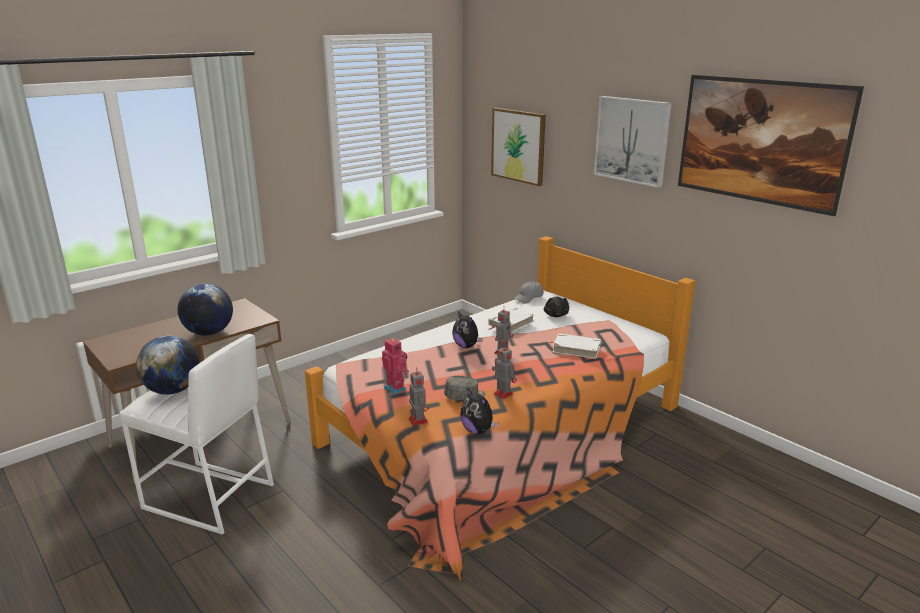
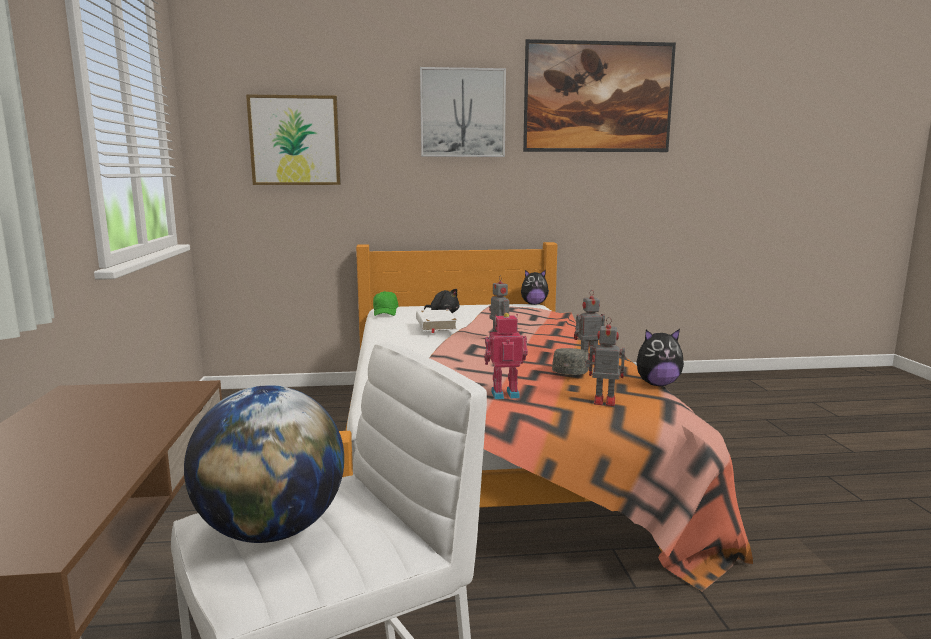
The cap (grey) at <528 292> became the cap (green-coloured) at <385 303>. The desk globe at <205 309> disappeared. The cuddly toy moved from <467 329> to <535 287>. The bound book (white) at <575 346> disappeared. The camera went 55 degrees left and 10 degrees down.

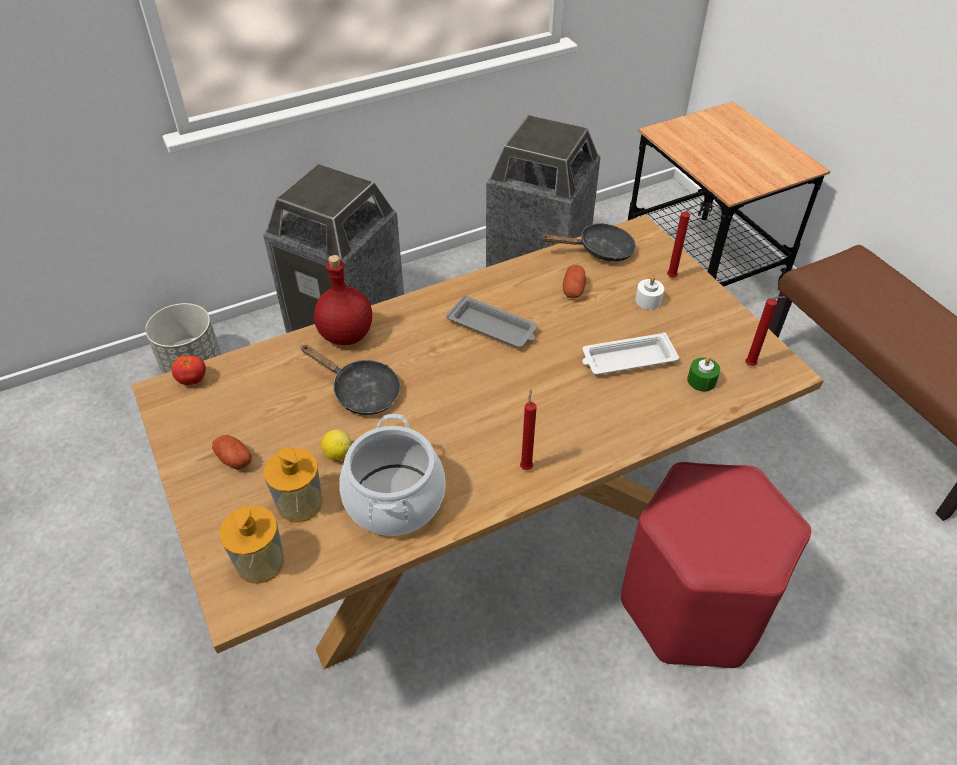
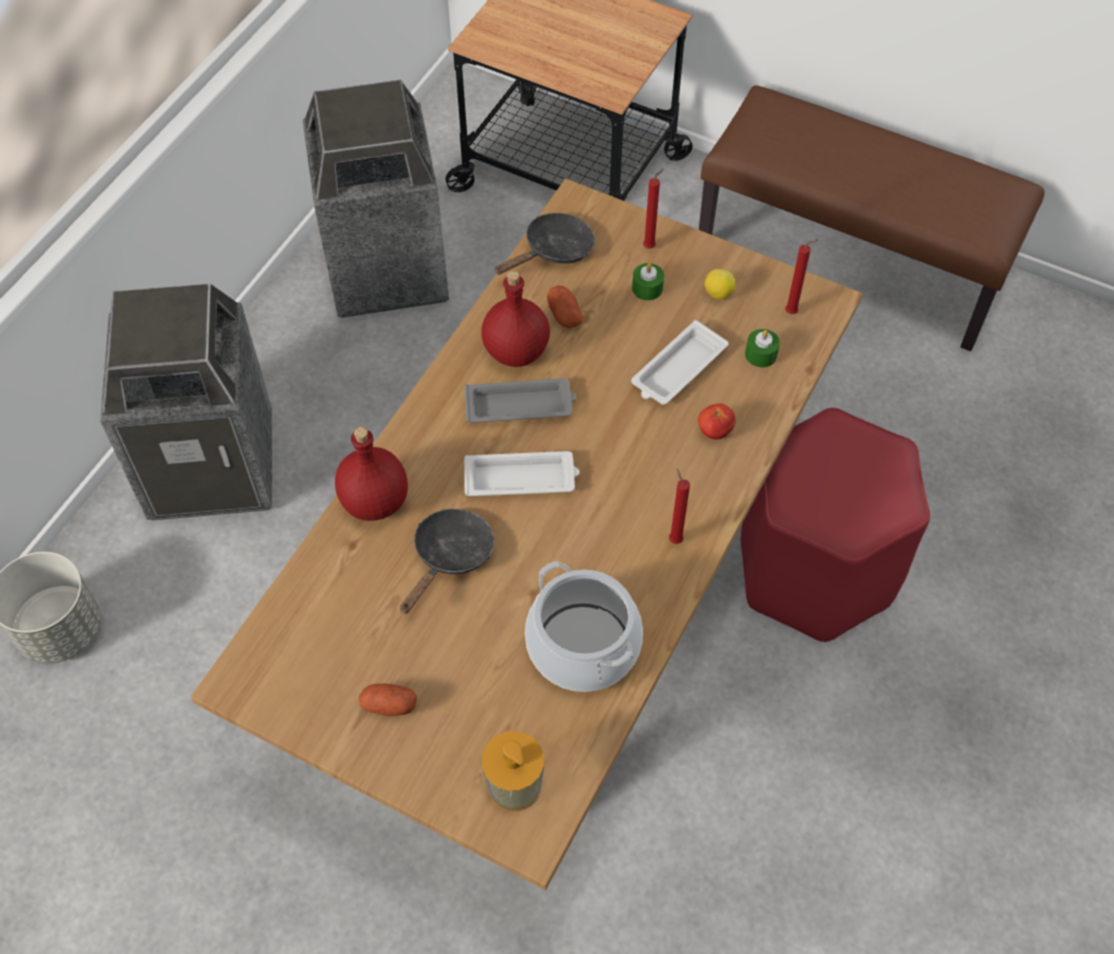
The wax candle (white) at <649 292> became the wax candle (green-coloured) at <648 281>. The pan (black) at <350 380> turned 60 degrees counterclockwise. The fresh tomato moved from <189 370> to <716 422>. The whole lemon moved from <336 444> to <720 284>. The soap dispenser at <293 484> disappeared. The drink bottle (reddish) at <515 319> appeared. The tray (white) at <521 473> appeared. The camera went 35 degrees left and 10 degrees up.

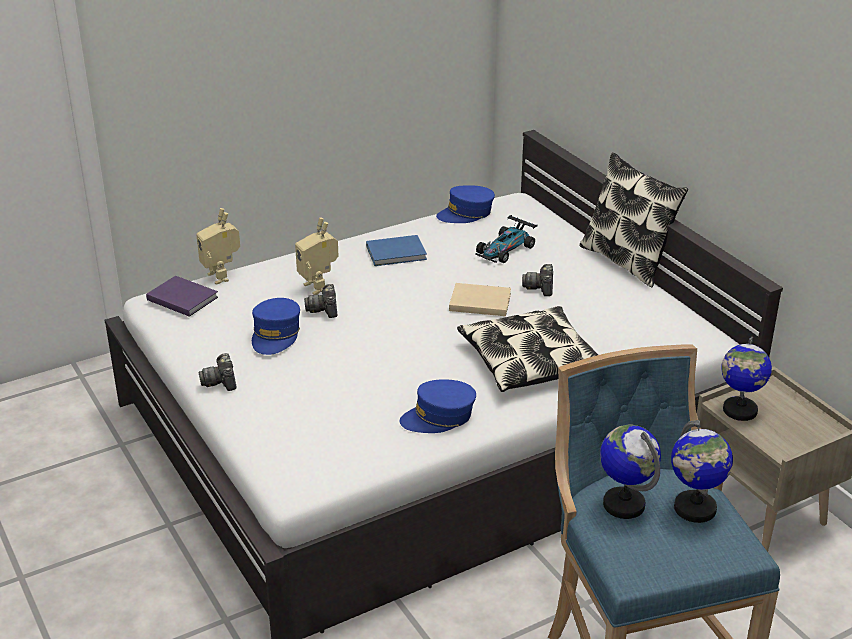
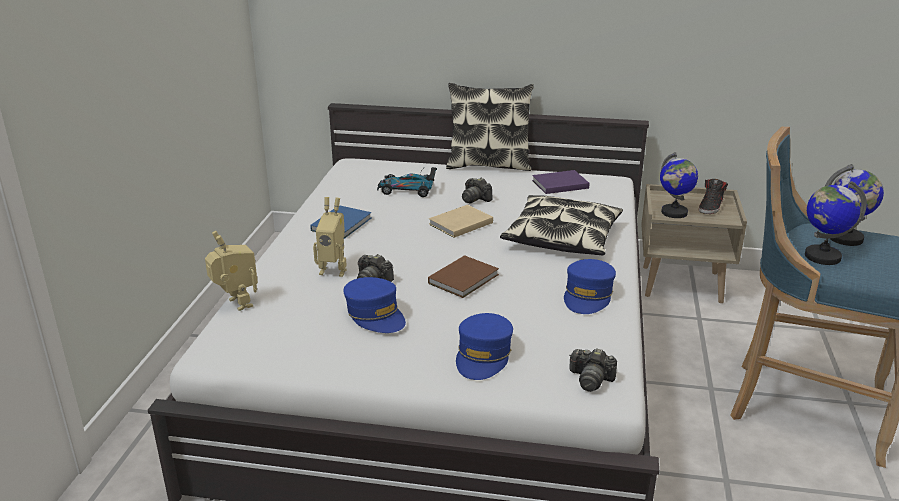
The cap (blue) moved from <465 204> to <484 346>. The robot figure at <218 246> turned 135 degrees counterclockwise. The miniature car at <506 239> turned 105 degrees clockwise. The bound book (purplish) moved from <182 296> to <561 182>. The still camera moved from <217 372> to <593 370>. The item of footwear (black) at <713 196> appeared. The bound book (brown-coloured) at <463 276> appeared. The camera went 50 degrees left and 5 degrees down.

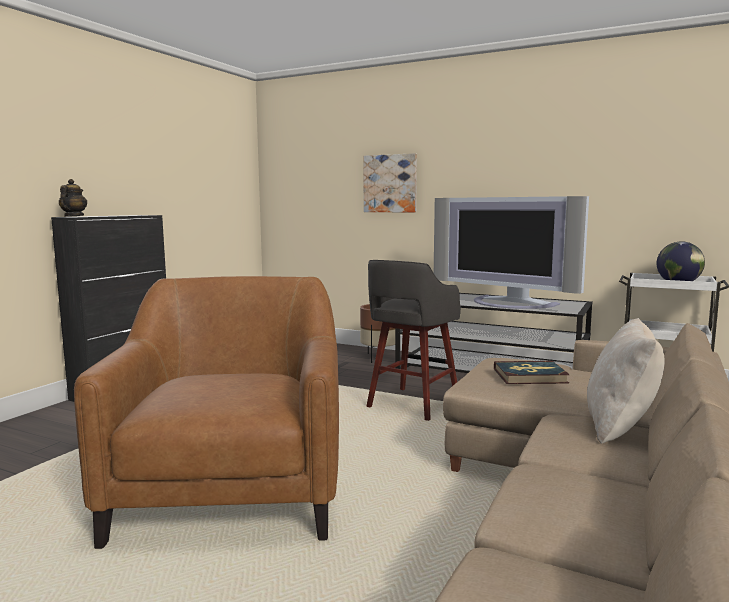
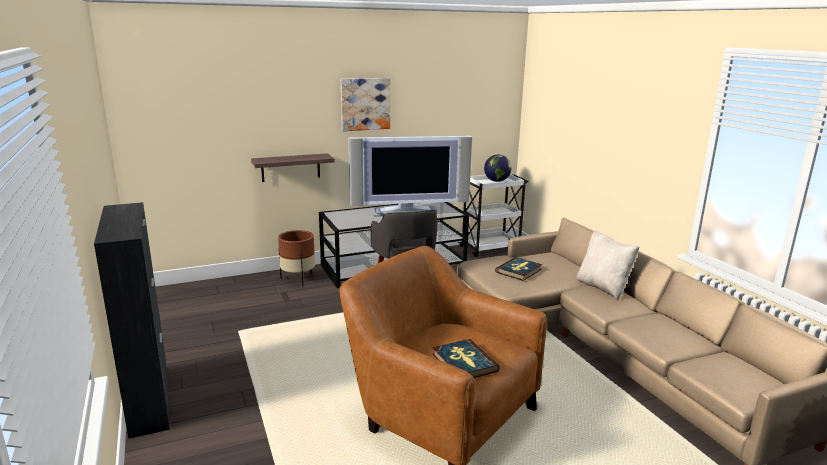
The wall picture moved from <390 182> to <365 104>. The pot for tea at <73 198> disappeared. The shelf at <292 167> appeared. The bound book at <466 358> appeared. The camera went 50 degrees left and 10 degrees up.

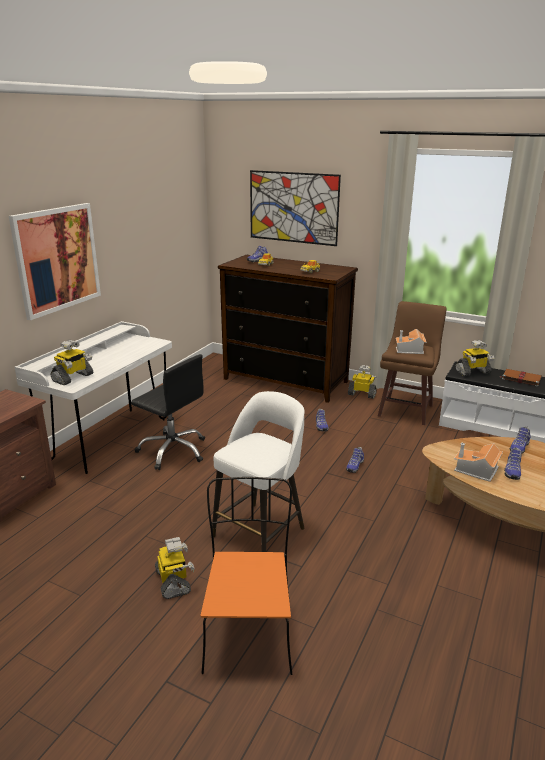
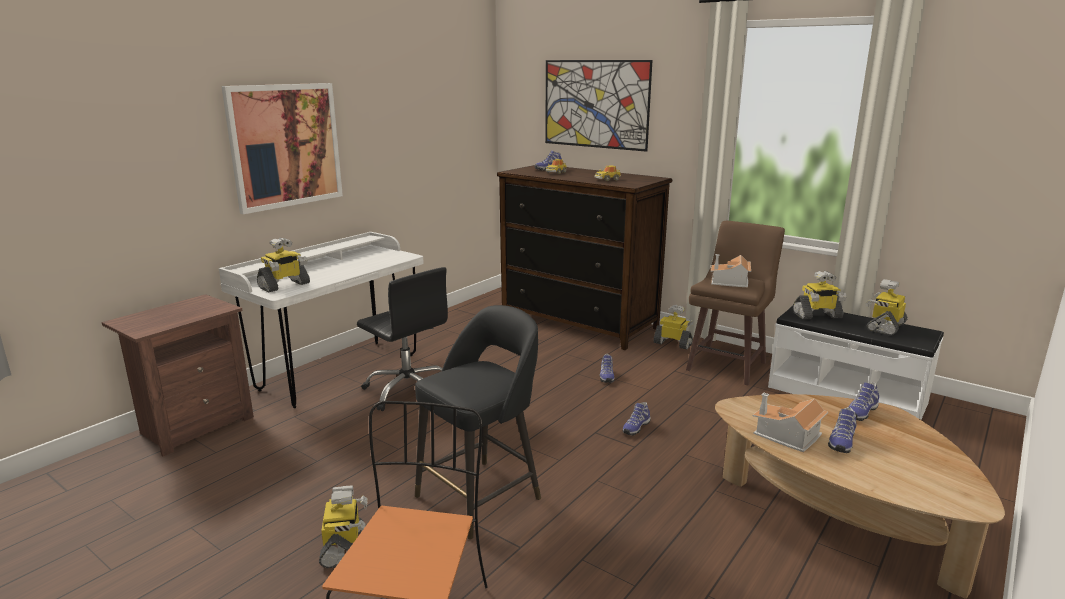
The bound book (brown-coloured) at <521 378> was replaced by the robot figure at <886 307>. The stool (white) at <258 471> became the stool (black) at <478 422>. The camera went 10 degrees right and 5 degrees down.

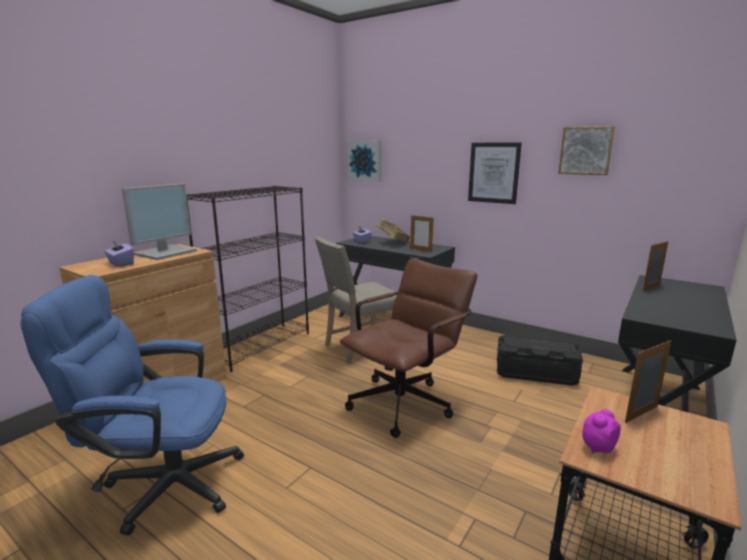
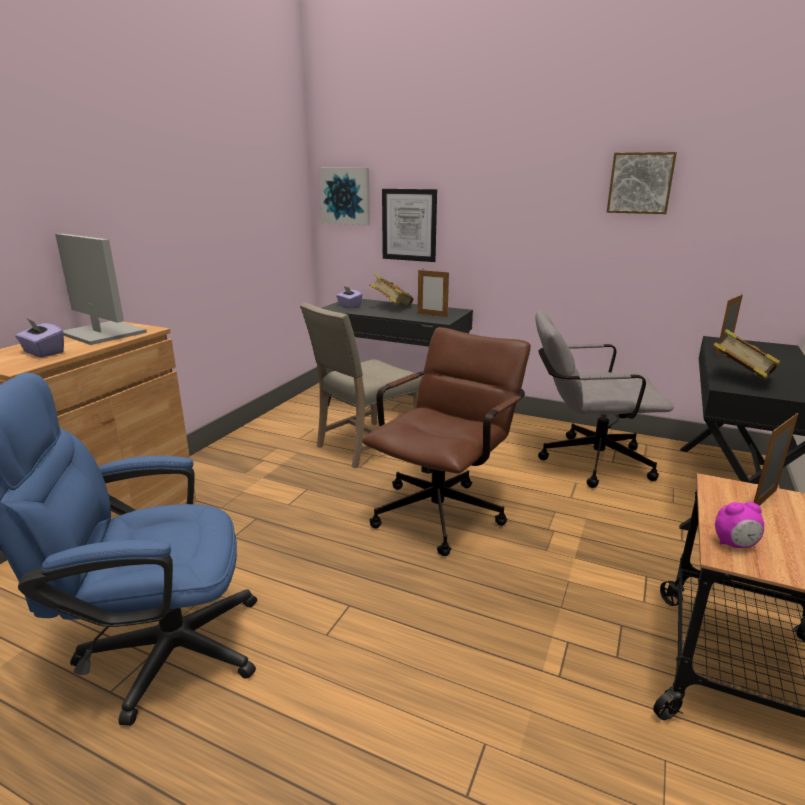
The wall picture moved from <495 173> to <409 225>. The computer screen at <159 222> turned 75 degrees counterclockwise. The bookshelf (black) at <247 279> disappeared. The storage bin (black) at <540 360> was replaced by the desk chair (grey) at <604 399>. The table clock at <601 431> turned 135 degrees counterclockwise. The bound book at <746 354> appeared. The camera went 10 degrees left and 5 degrees up.

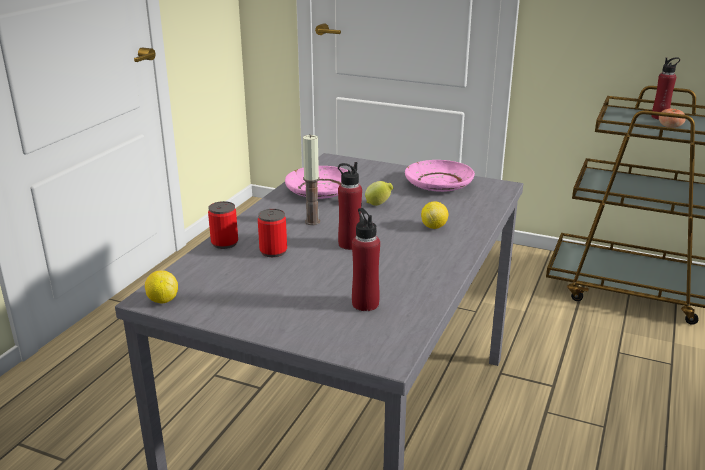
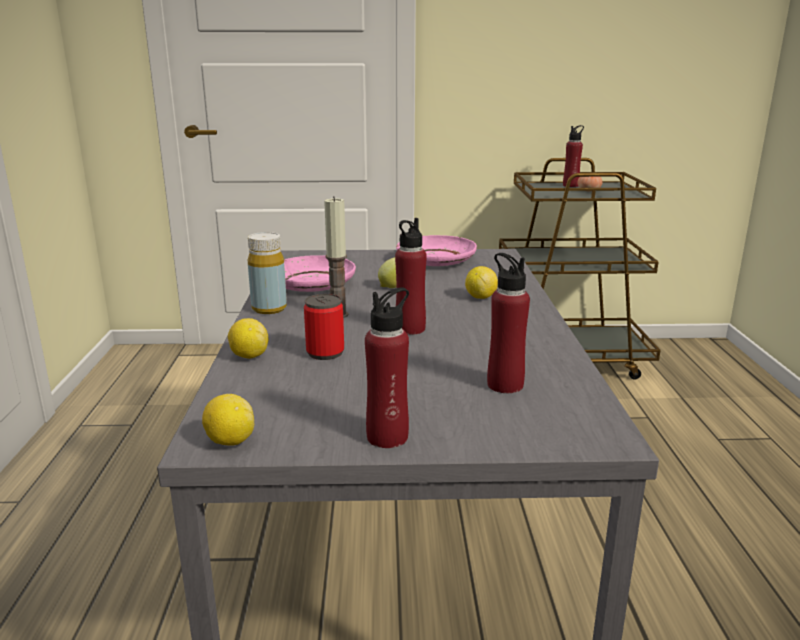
The sealed can at <223 225> was replaced by the whole lemon at <248 338>. The drink bottle (yellow-coloured) at <267 273> appeared. The drink bottle (reddish) at <387 367> appeared. The camera went 25 degrees left and 5 degrees down.

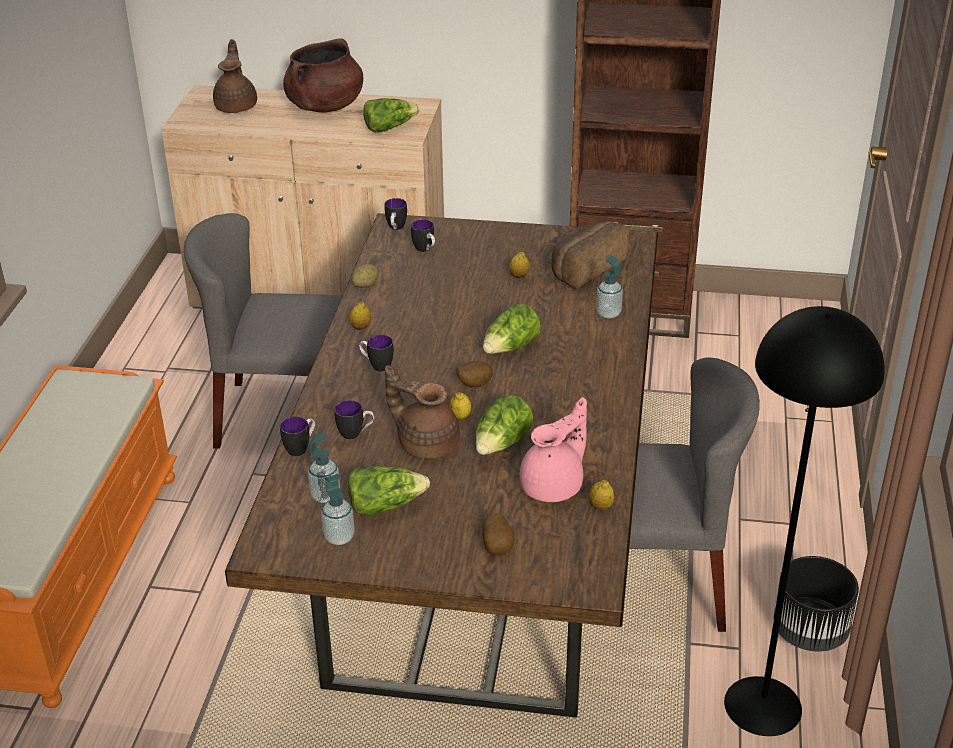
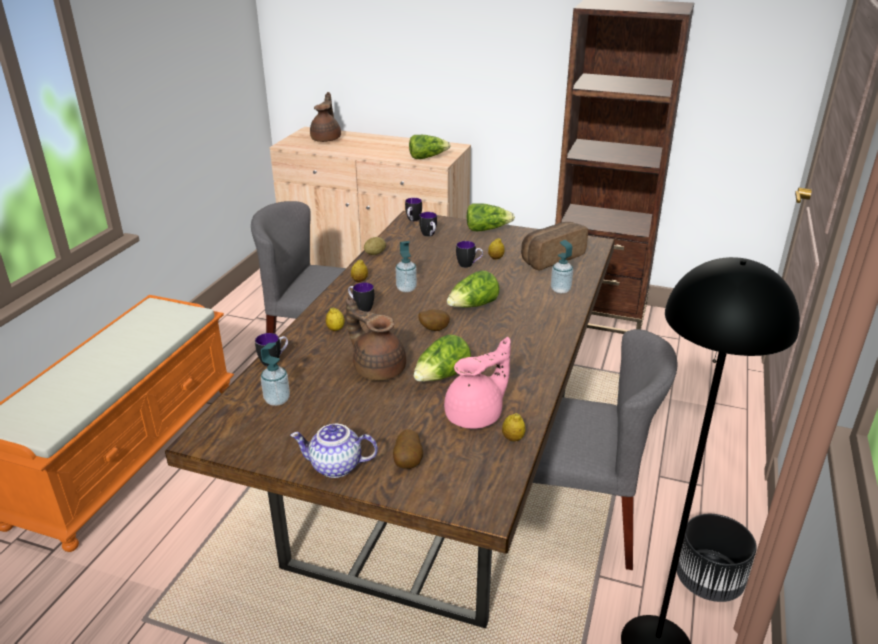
The saucepot (brown-coloured) at <323 75> disappeared. The whole lemon moved from <460 406> to <335 319>. The mug moved from <354 419> to <469 254>. The lettuce head moved from <389 491> to <490 217>. The soap dispenser moved from <338 509> to <406 266>. The pot for tea at <334 451> appeared. The camera went 10 degrees right and 5 degrees down.

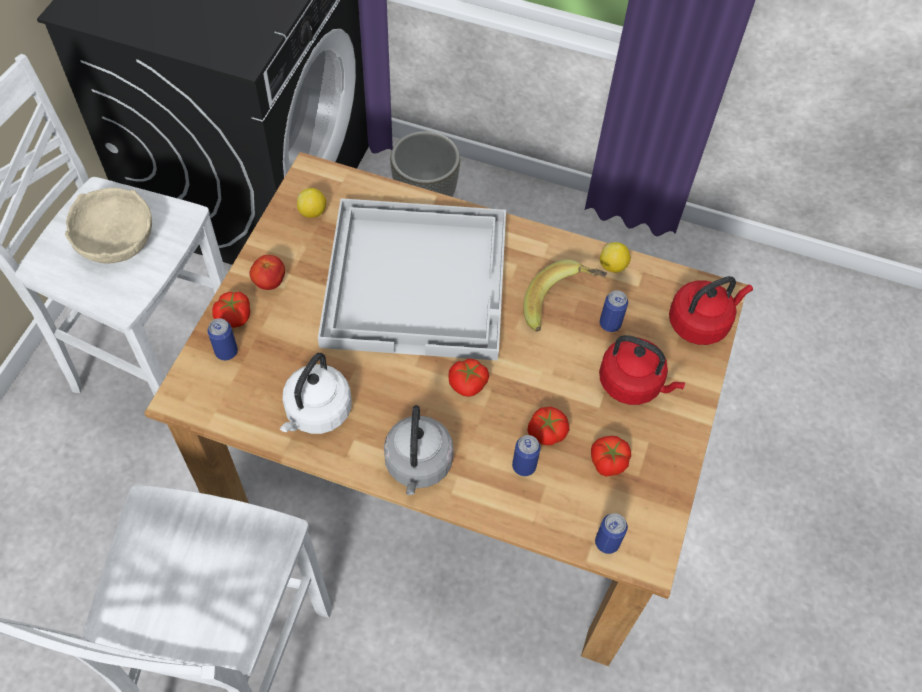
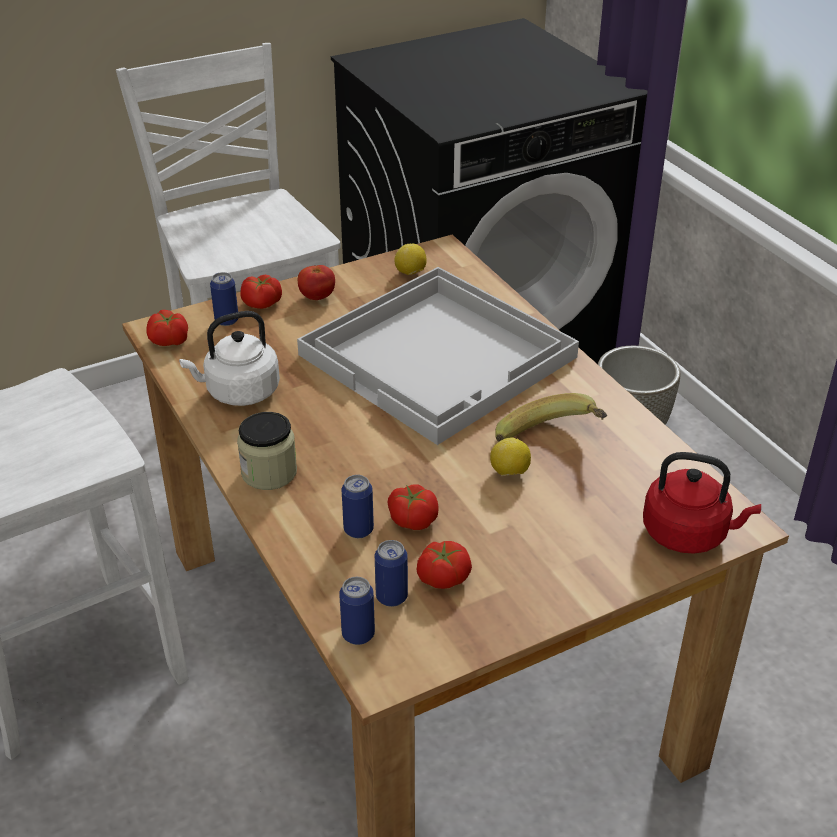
The deep dish (sand-coloured) at <108 225> disappeared. The whole lemon moved from <615 257> to <510 456>. The sealed can moved from <614 311> to <391 573>. The kettle (reddish) at <642 370> disappeared. The fresh tomato moved from <468 378> to <167 328>. The kettle (grey) at <419 450> was replaced by the jar at <267 451>. The camera went 45 degrees right and 20 degrees down.

